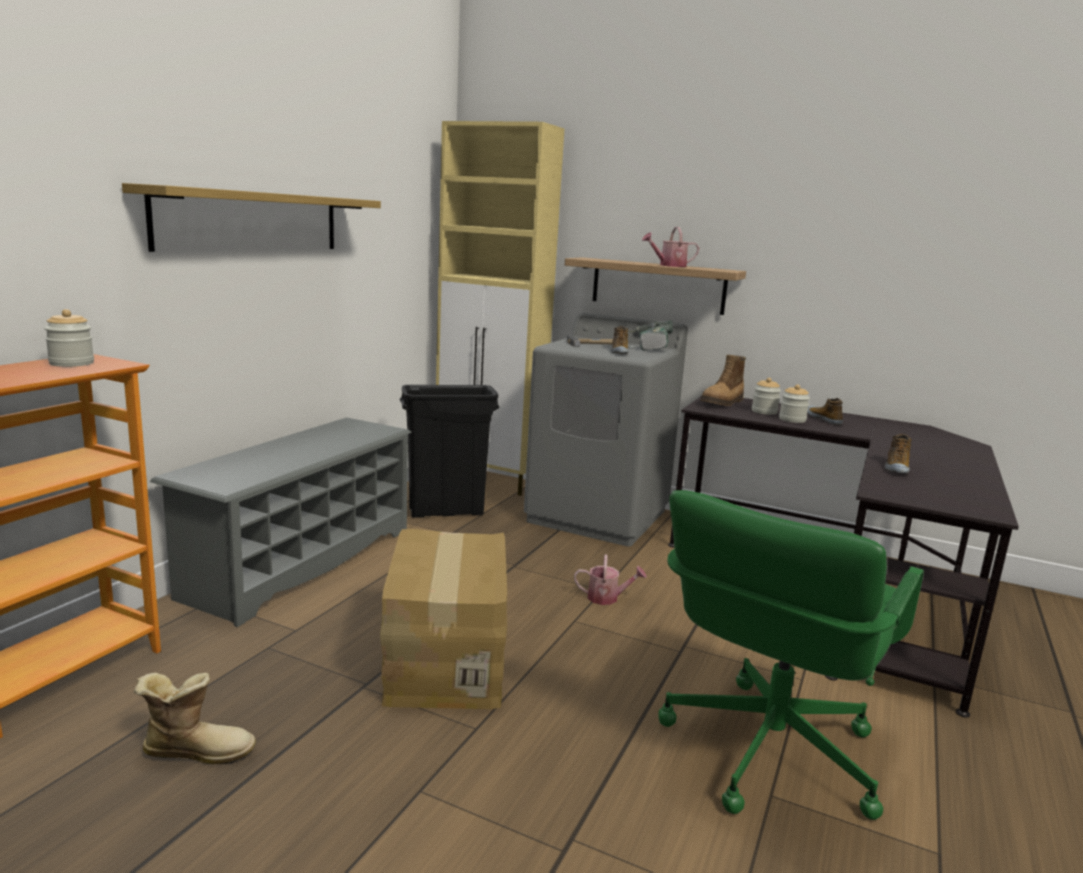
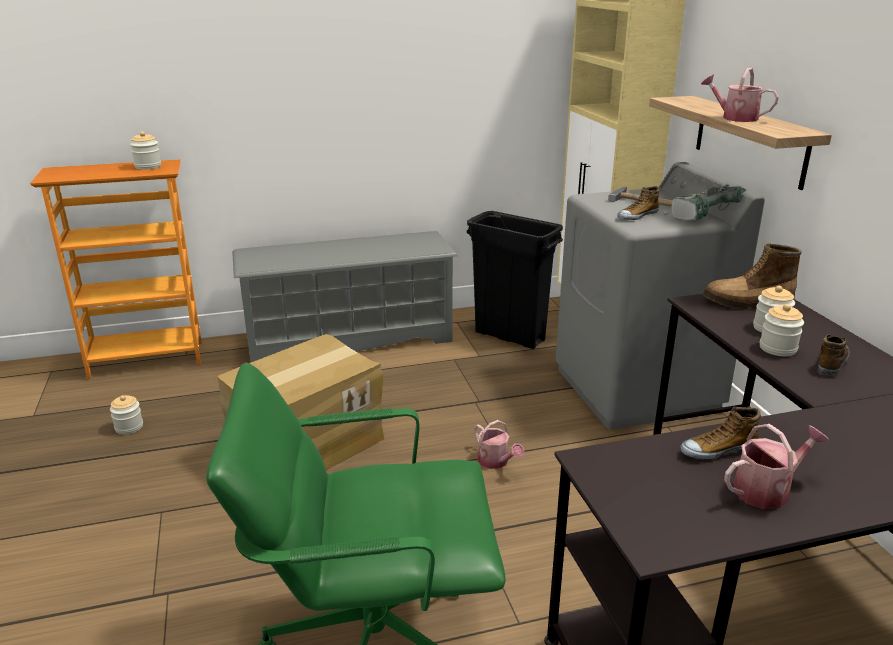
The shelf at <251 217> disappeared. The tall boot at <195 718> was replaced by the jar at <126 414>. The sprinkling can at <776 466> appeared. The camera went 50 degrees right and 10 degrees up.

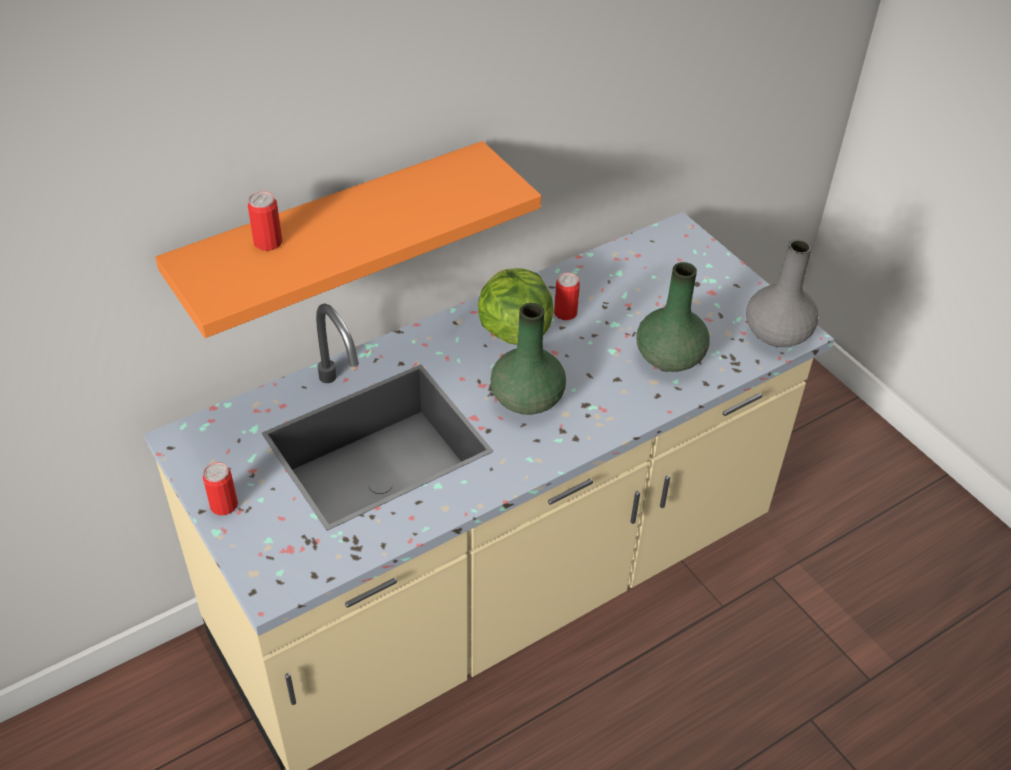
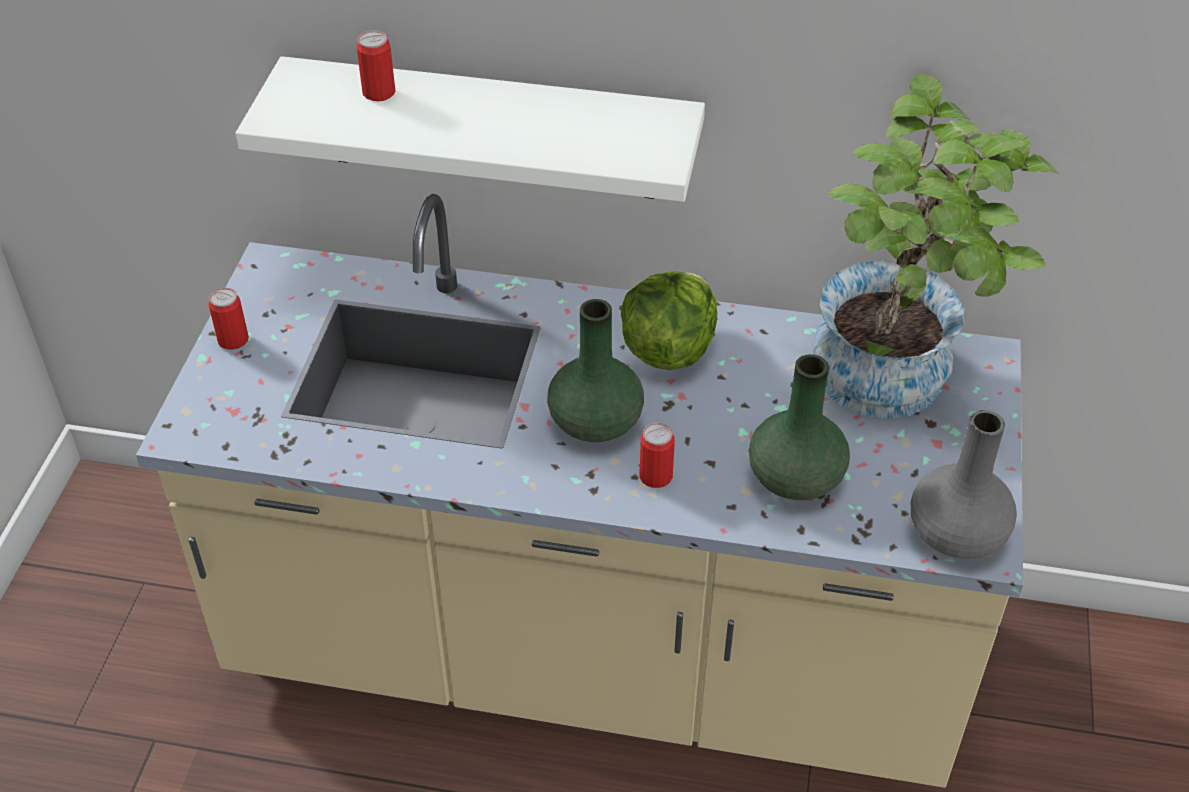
The shelf (orangey) at <348 239> became the shelf (white) at <470 129>. The sealed can moved from <567 296> to <657 455>. The houseplant at <936 246> appeared. The camera went 45 degrees right and 0 degrees up.

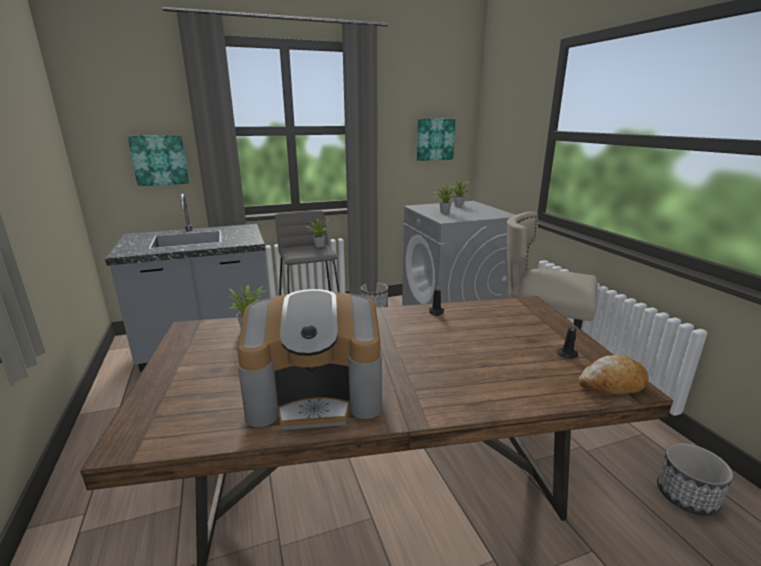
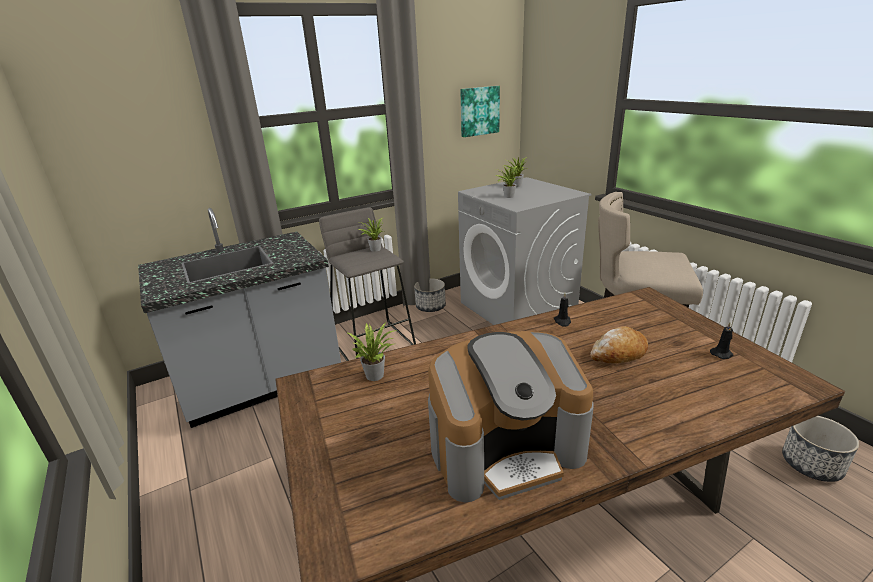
The wall picture at <158 160> disappeared. The bakery bread moved from <614 374> to <619 345>. The camera went 10 degrees left and 5 degrees up.

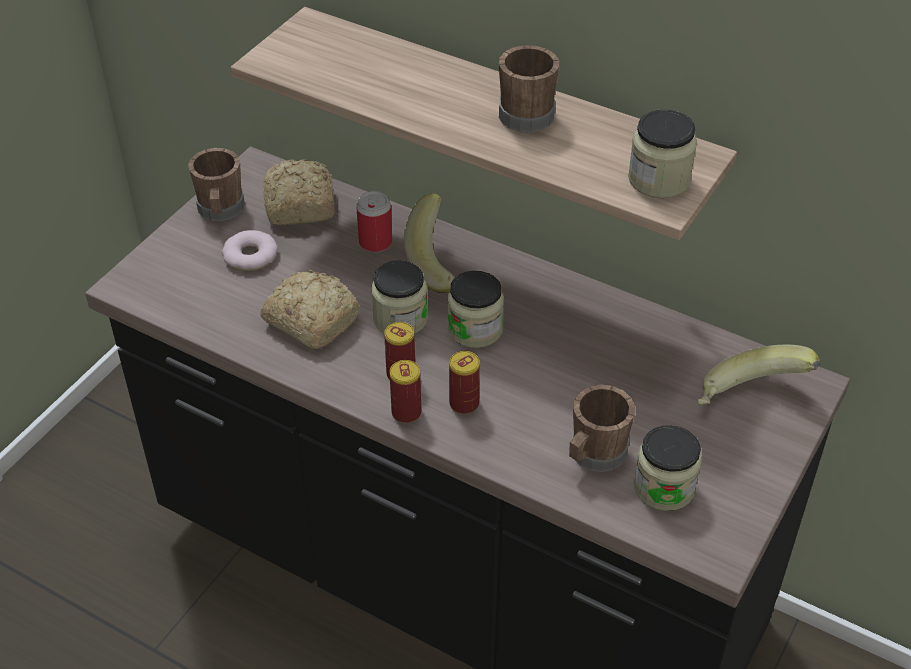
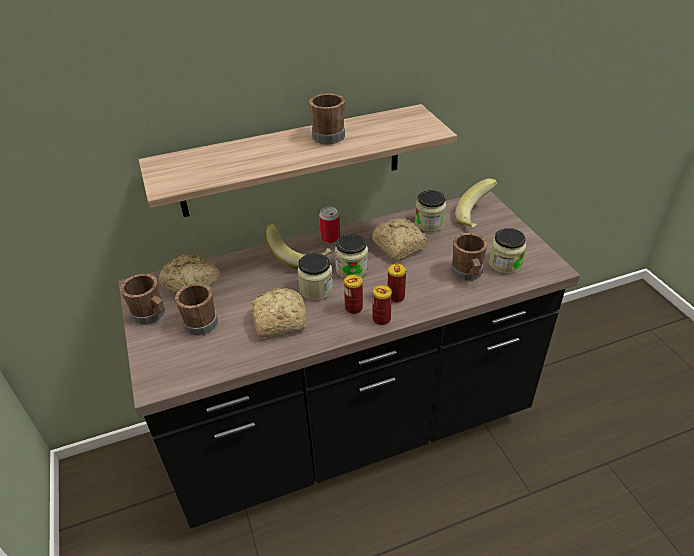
The jar moved from <662 153> to <431 211>. The sealed can moved from <374 221> to <329 225>. The donut at <250 250> was replaced by the mug (brown-coloured) at <196 309>. The bakery bread at <400 238> appeared. The camera went 50 degrees left and 5 degrees down.

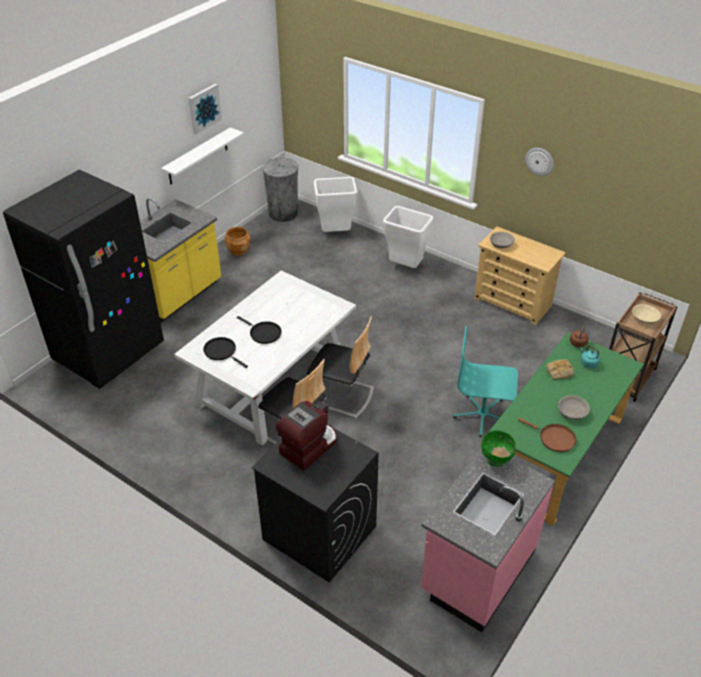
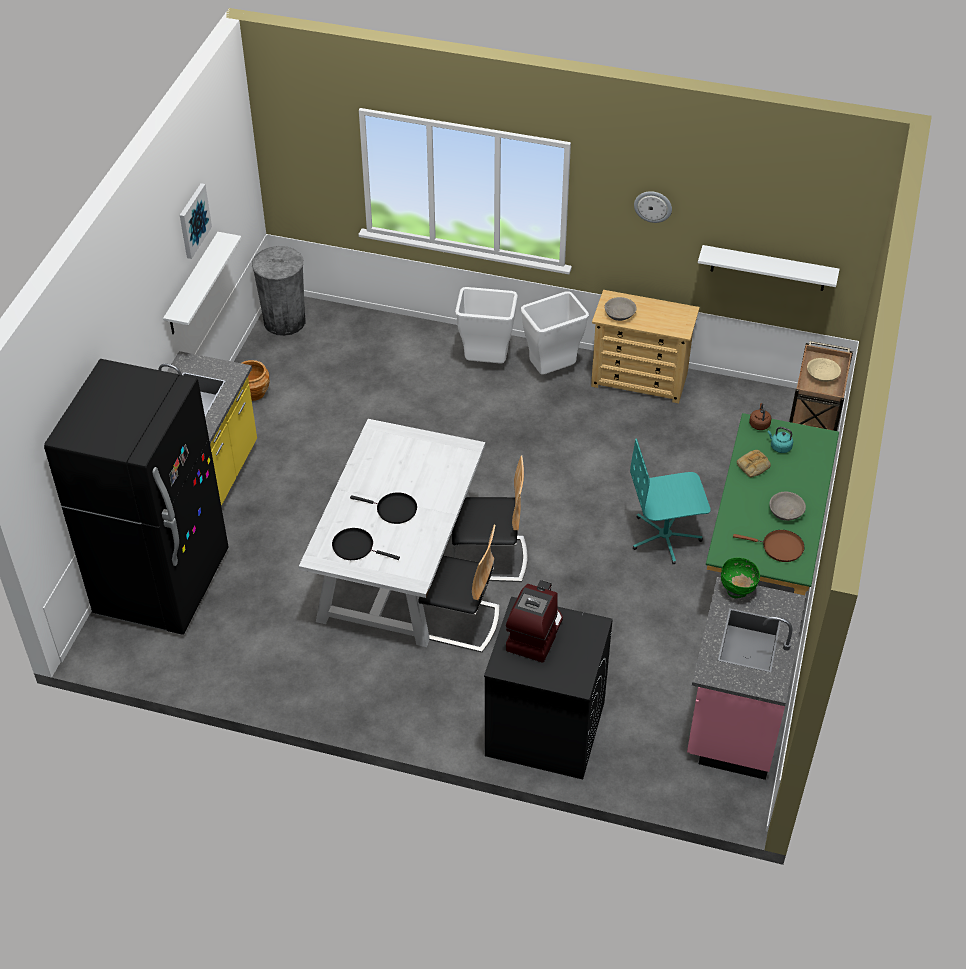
The trash can (white) moved from <335 204> to <555 333>. The shelf (white) at <769 268> appeared. The camera went 20 degrees left and 5 degrees up.

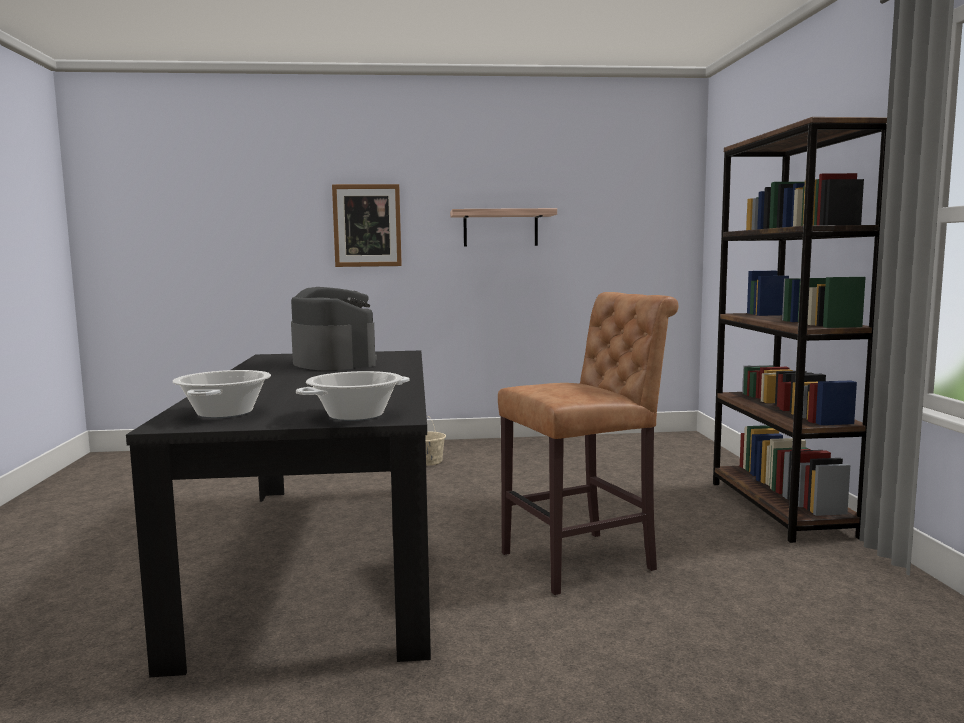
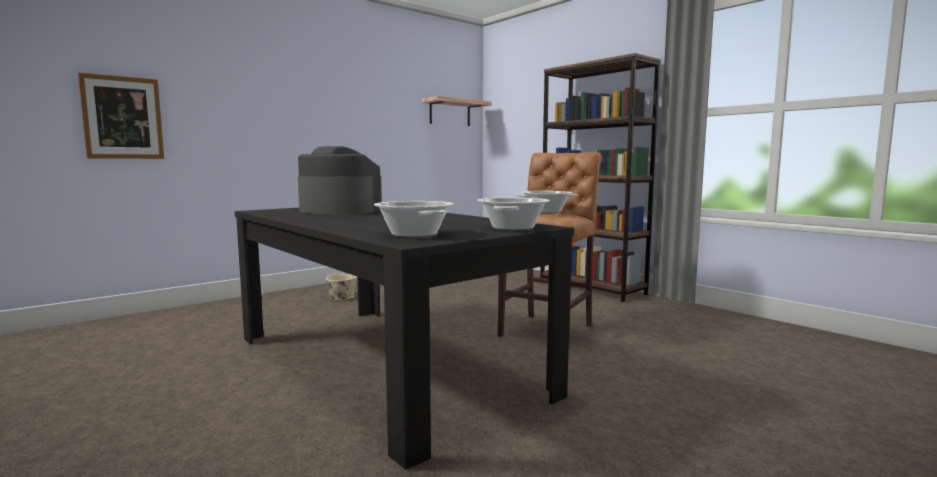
The wall picture moved from <367 225> to <121 115>. The shelf moved from <503 227> to <457 111>. The saucepot at <546 202> appeared. The camera went 35 degrees left and 0 degrees up.

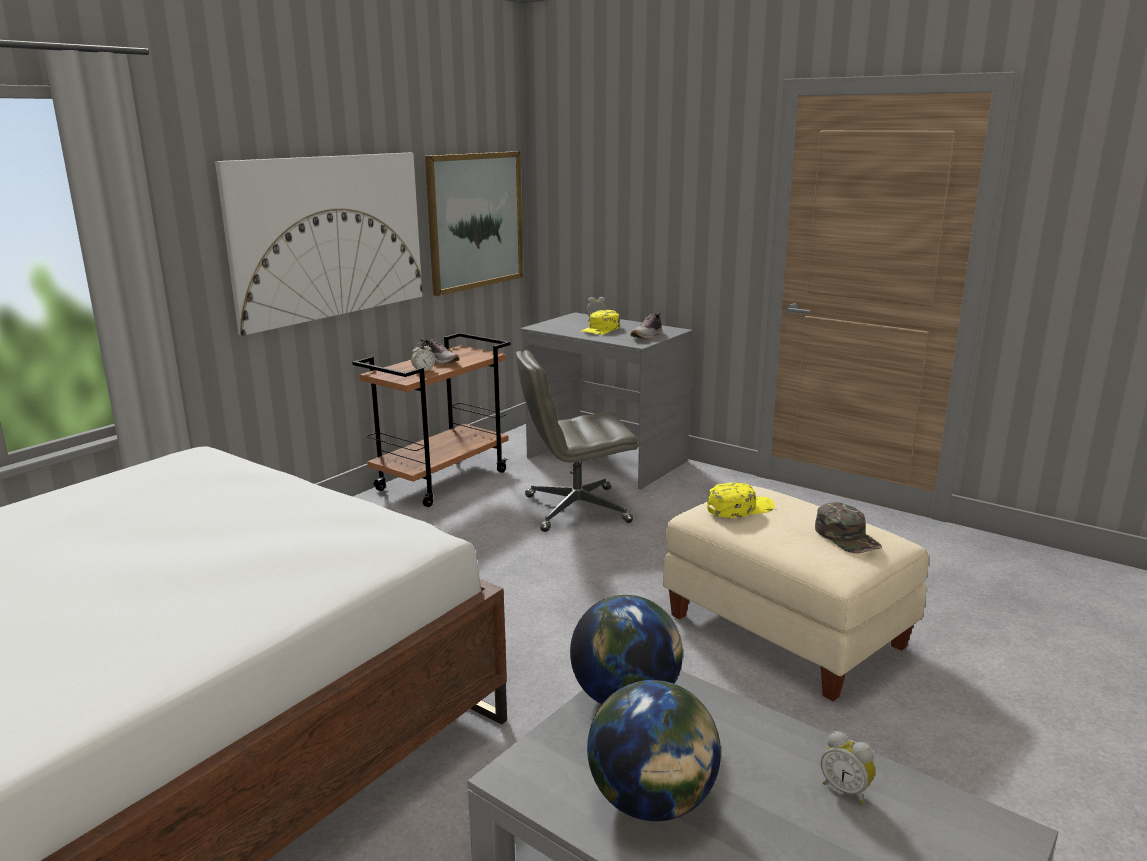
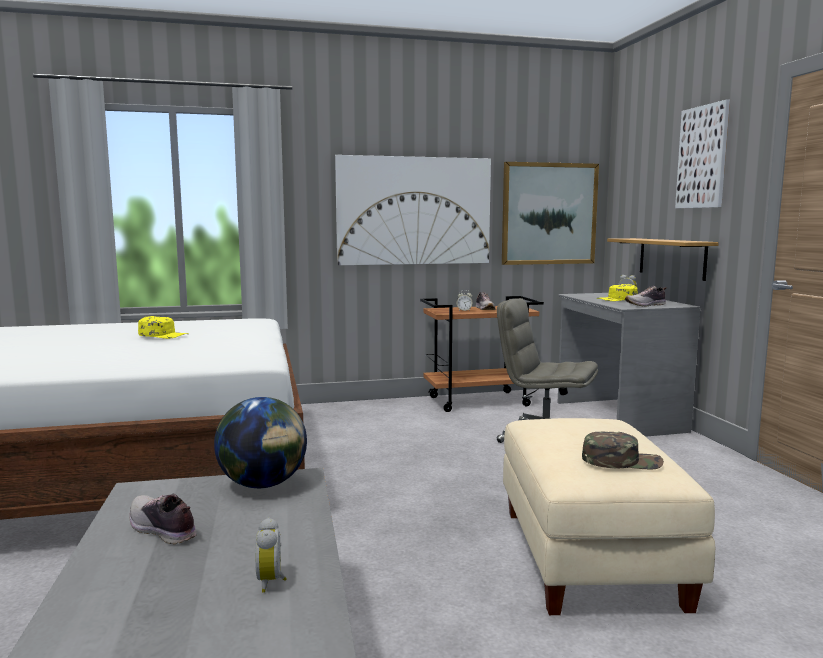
The cap (yellow-coloured) moved from <741 500> to <163 327>. The cap (green-coloured) at <848 527> turned 105 degrees counterclockwise. The desk globe at <654 750> was replaced by the item of footwear at <163 518>. The wall picture at <702 153> appeared. The shelf at <663 259> appeared. The camera went 40 degrees right and 10 degrees down.

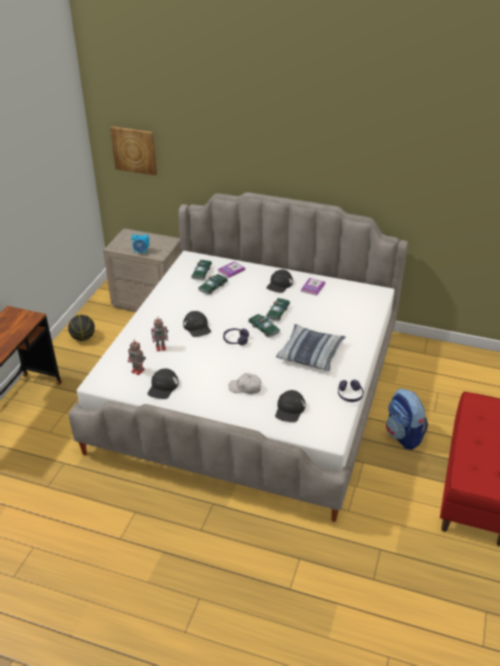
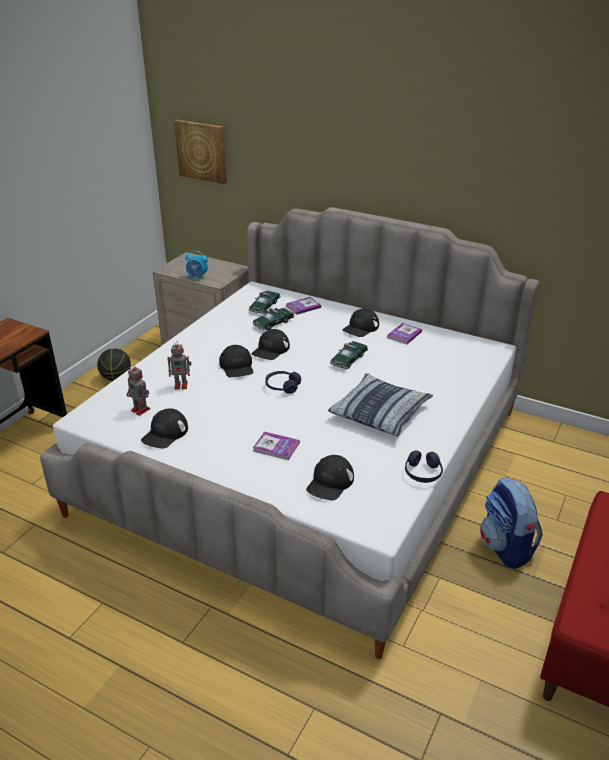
The miniature car at <264 326> disappeared. The cap (white) at <244 383> was replaced by the bound book at <276 446>. The cap (black) at <270 344> appeared. The camera went 10 degrees right and 5 degrees down.

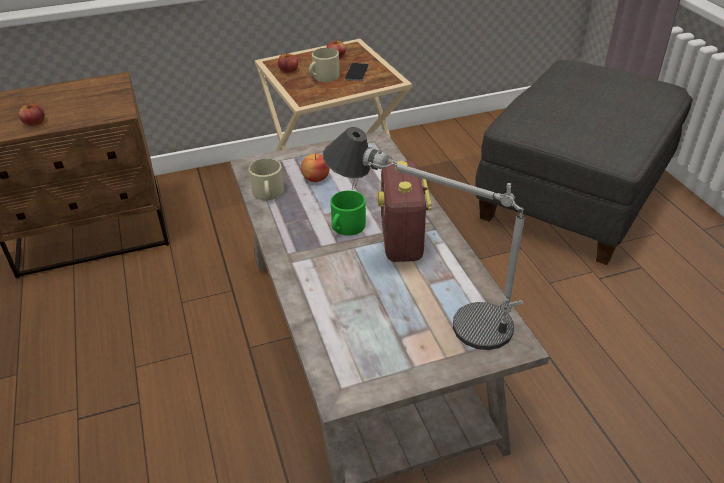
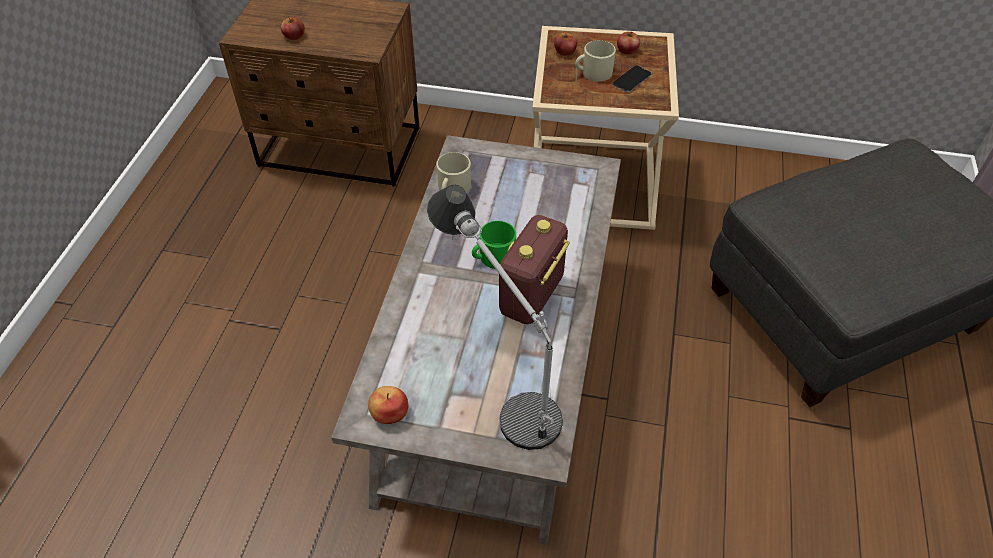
The apple fruit moved from <315 167> to <388 405>. The camera went 30 degrees right and 10 degrees up.

